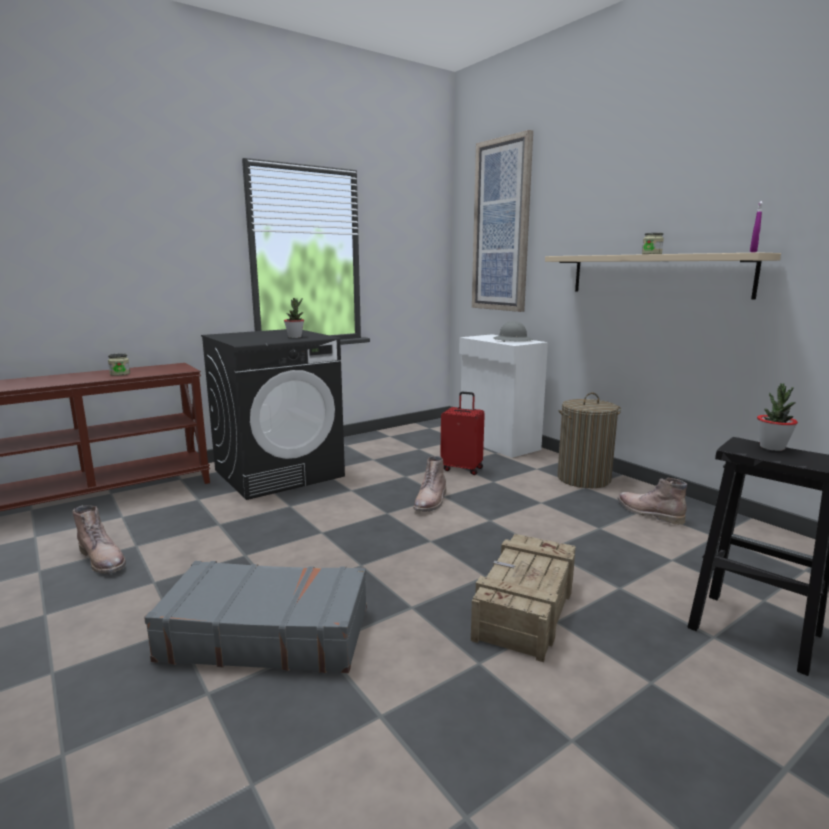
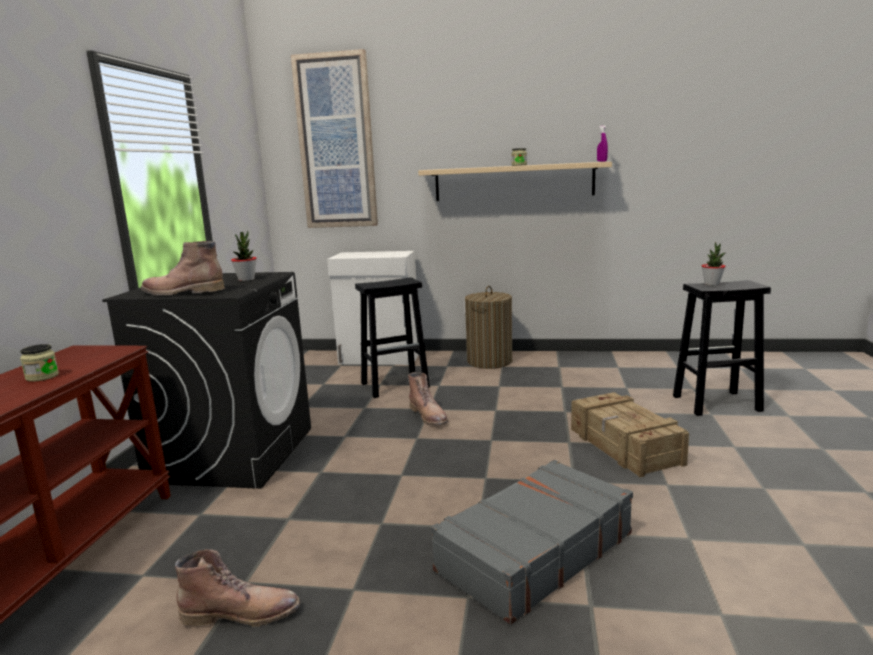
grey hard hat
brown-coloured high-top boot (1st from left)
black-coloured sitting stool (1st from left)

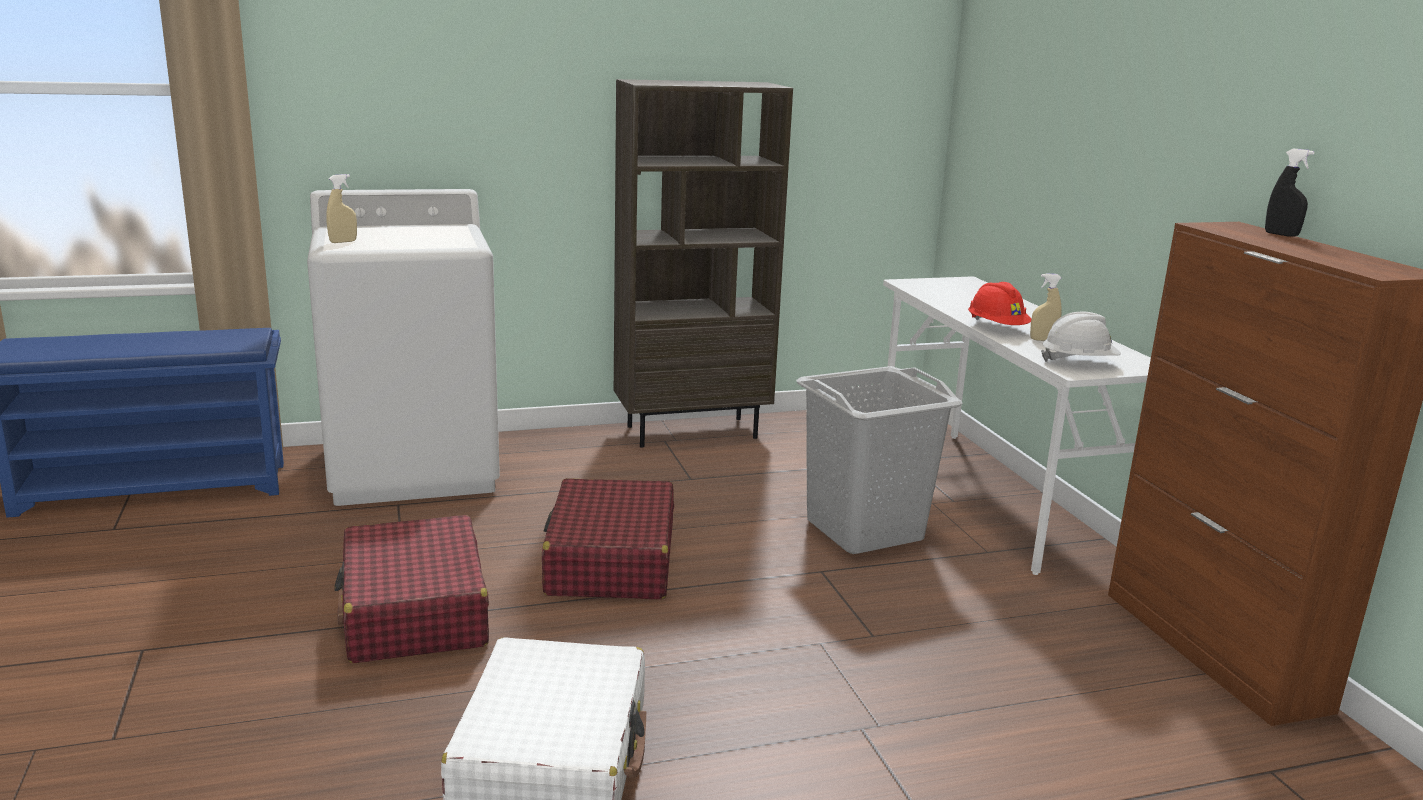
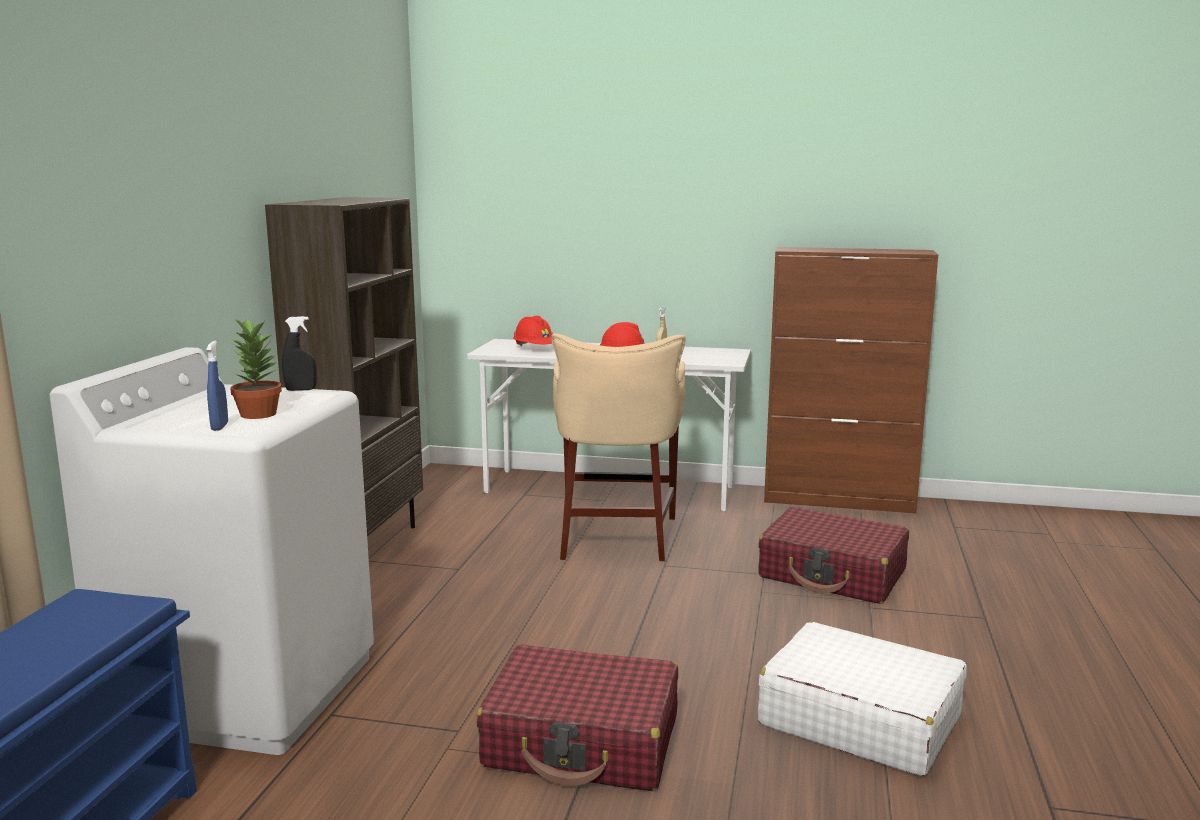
white-coloured hard hat
houseplant
red hard hat (1st from left)
red travel case (2nd from left)
black-coloured sprayer
beige sitting stool
blue-coloured sprayer

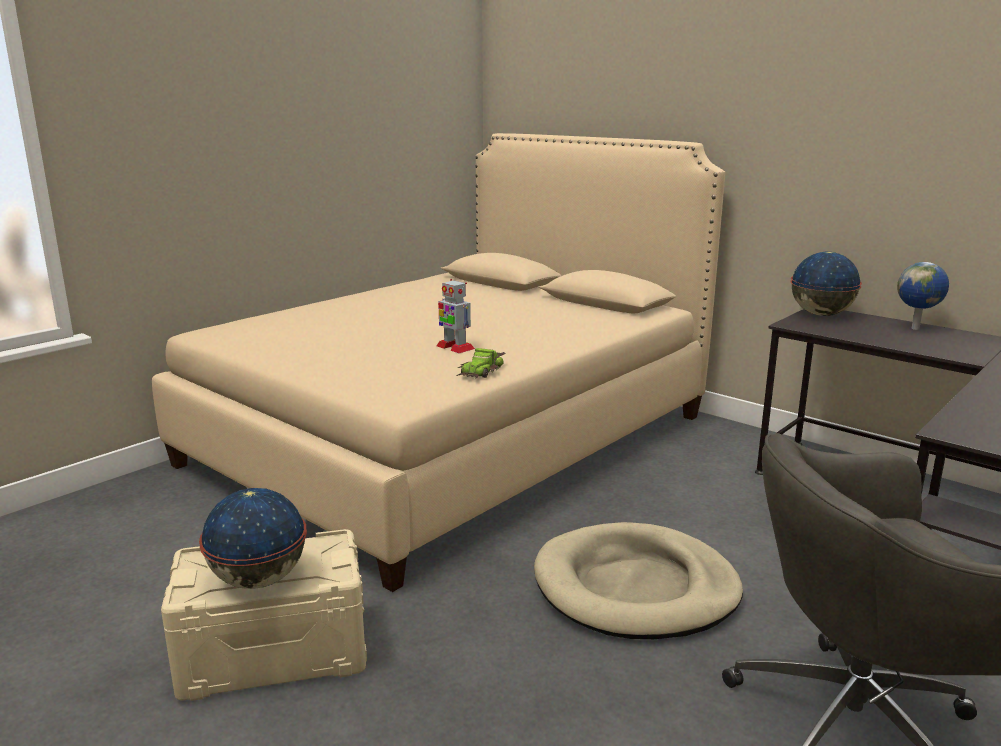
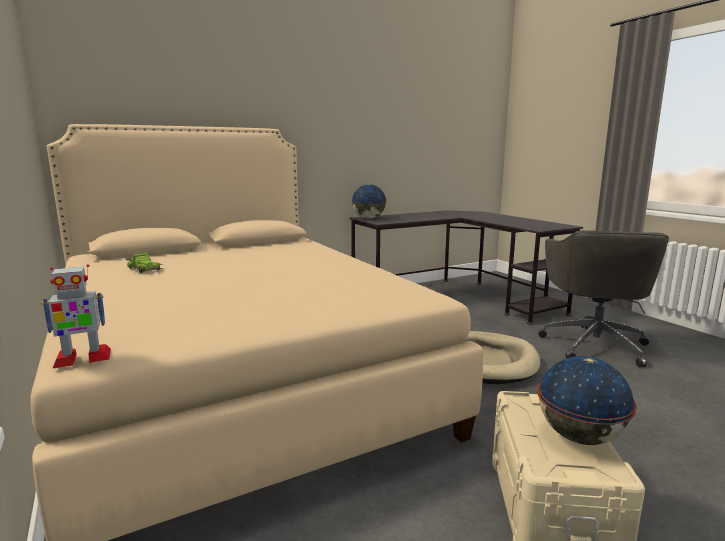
globe (3rd from left in the first image)
toy robot
miniature car

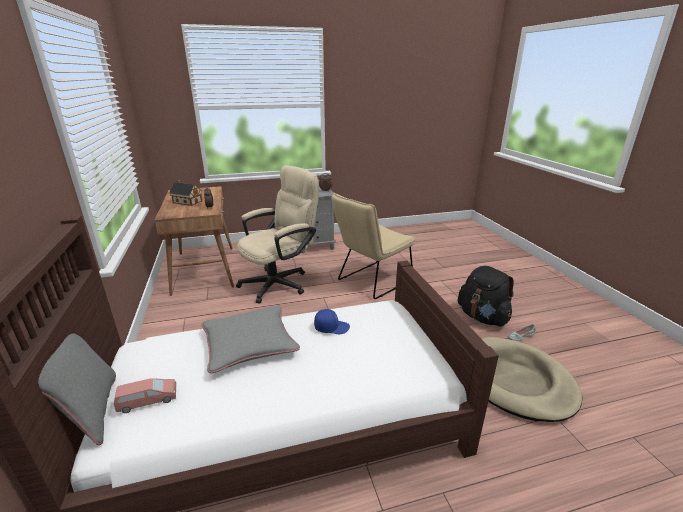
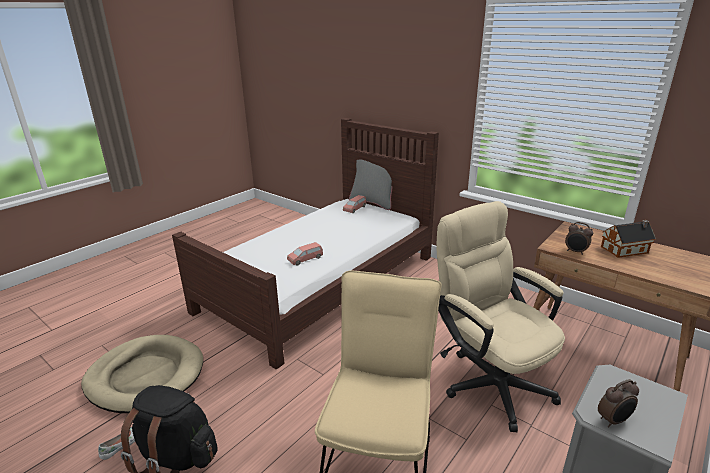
grey pillow (2nd from left in the first image)
pink-coloured miniature car (1st from left)
beige office chair

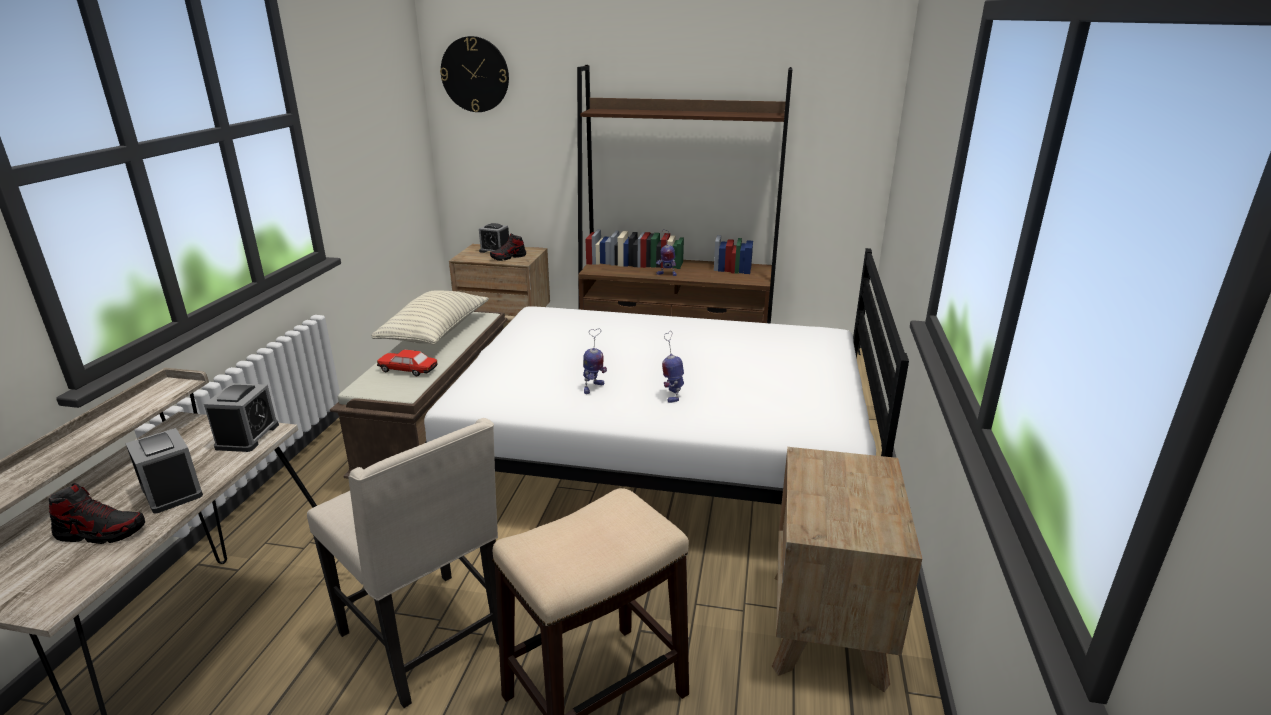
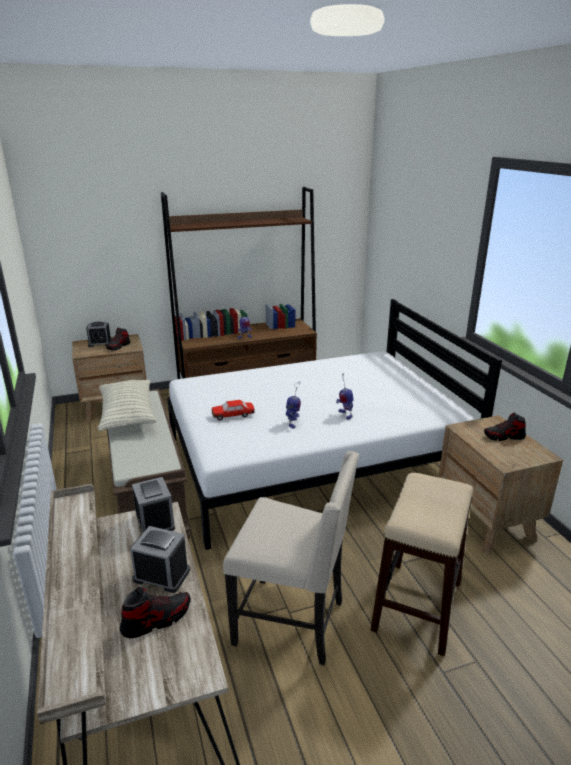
wall clock
shoe (3rd from left)
miniature car

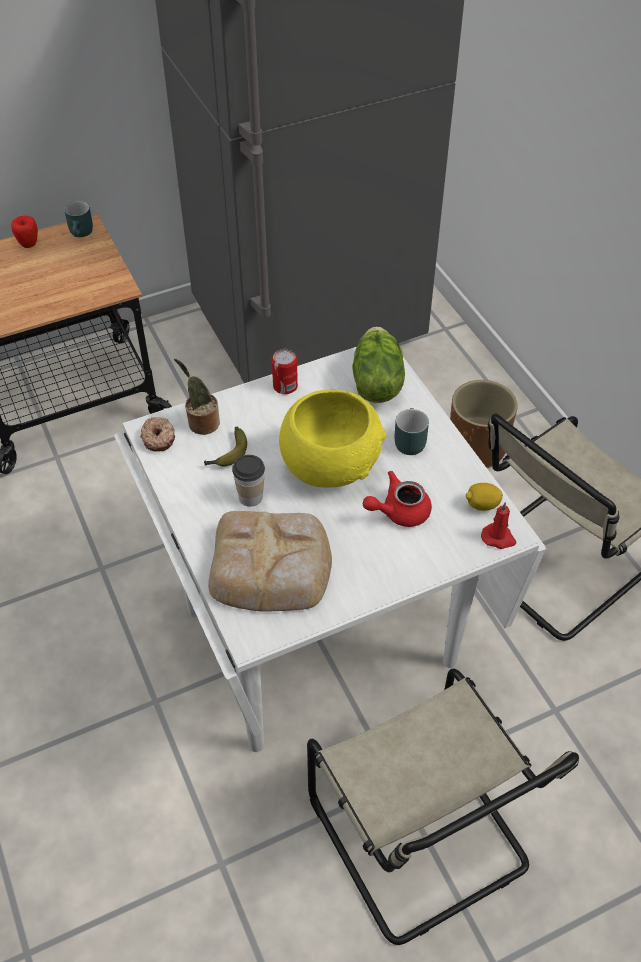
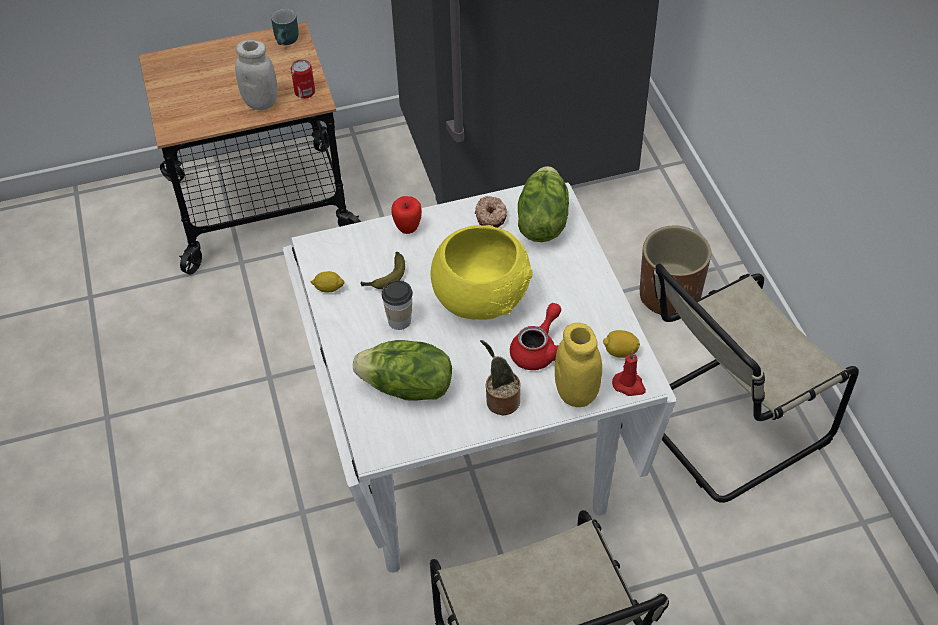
turquoise tea mug (2nd from left in the first image)
white-coloured storage jar
citrus fruit (1st from left)
yellowish storage jar
apple
doughnut
houseplant
can
lettuce head (1st from left)
red pot for tea

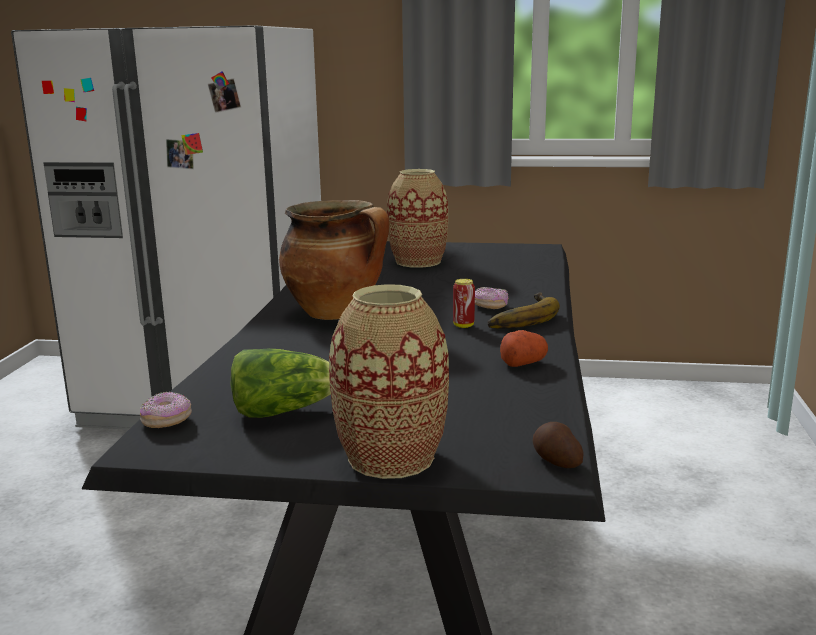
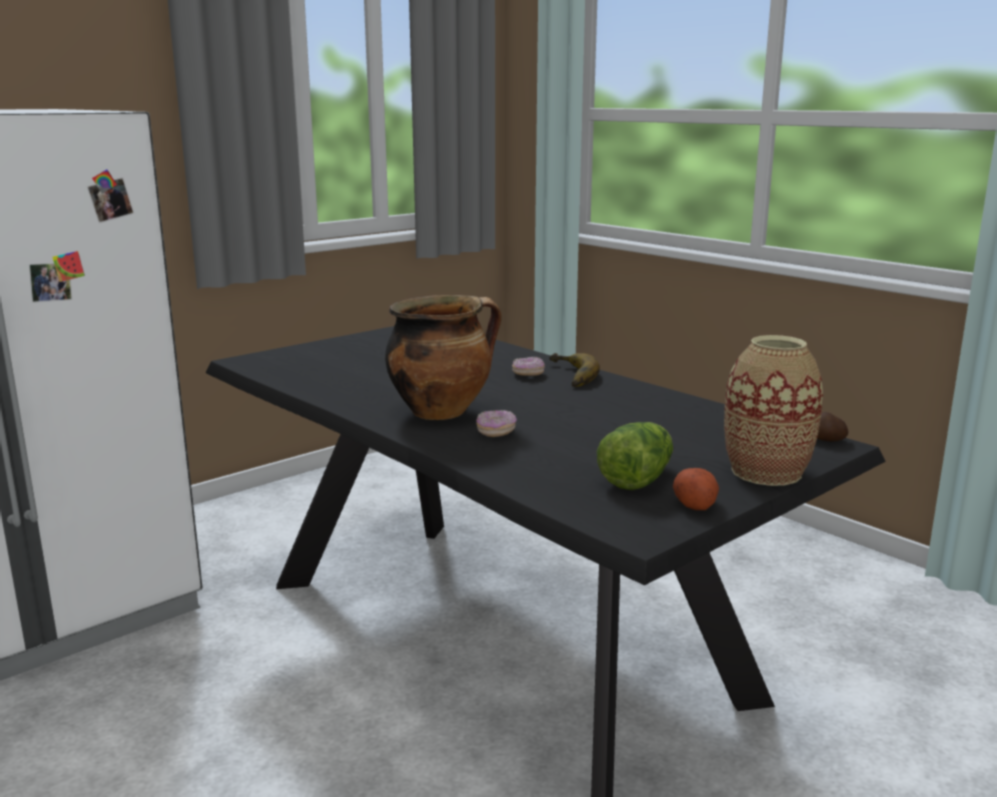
vase (2nd from left in the first image)
can
doughnut (1st from left)
spud (1st from left)

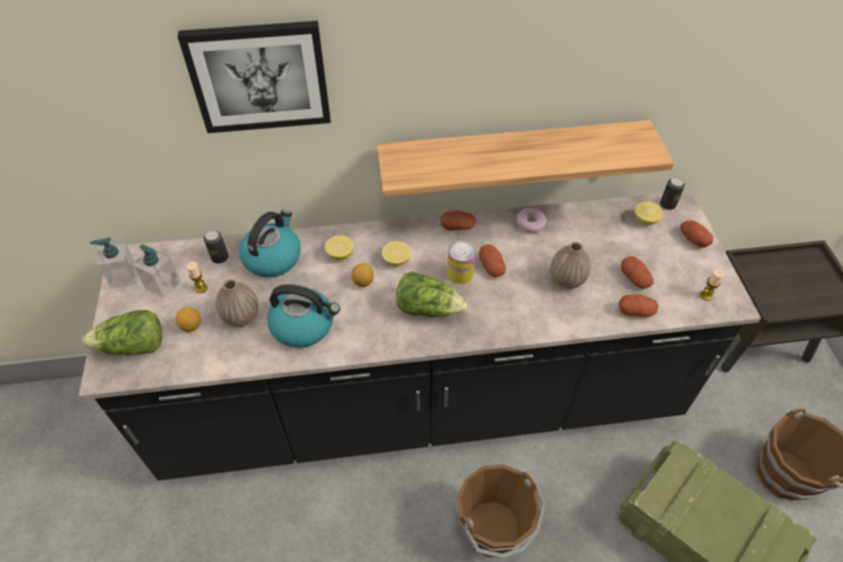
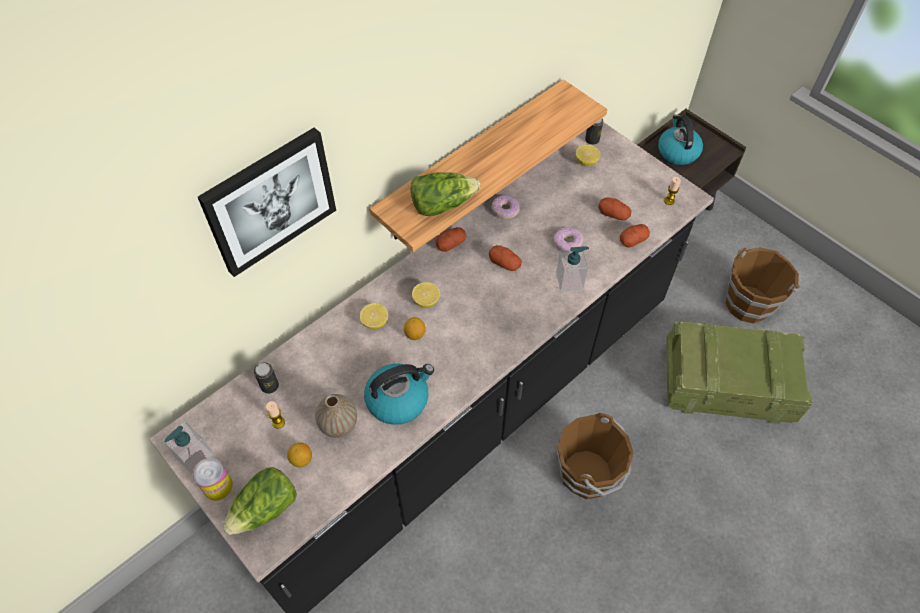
spud (5th from left in the first image)
soap bottle (2nd from left)
water kettle (2nd from left)
lettuce head (2nd from left)
can (1st from left)
doughnut (2nd from left)

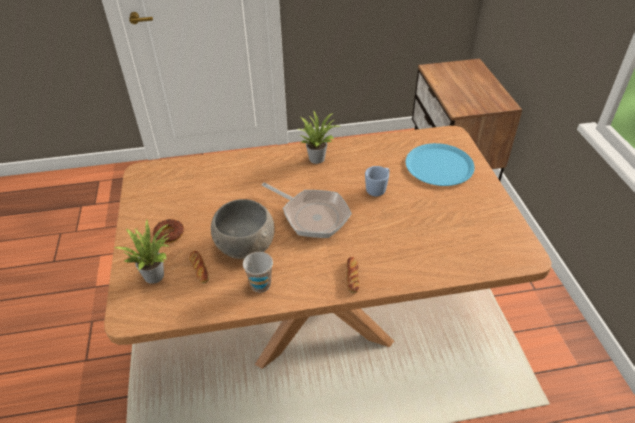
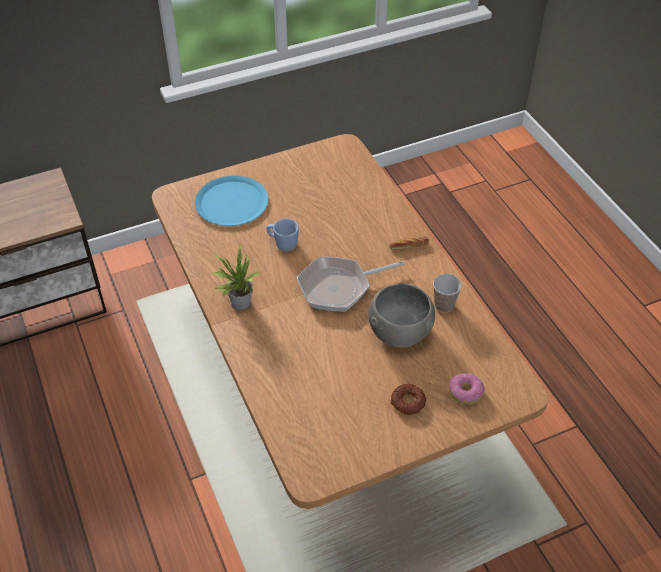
bread (1st from left in the first image)
doughnut (2nd from left)
pan

